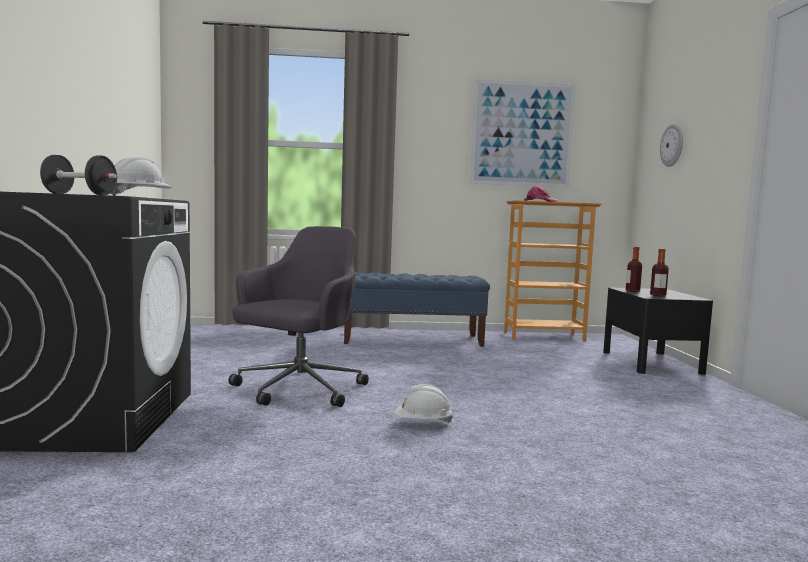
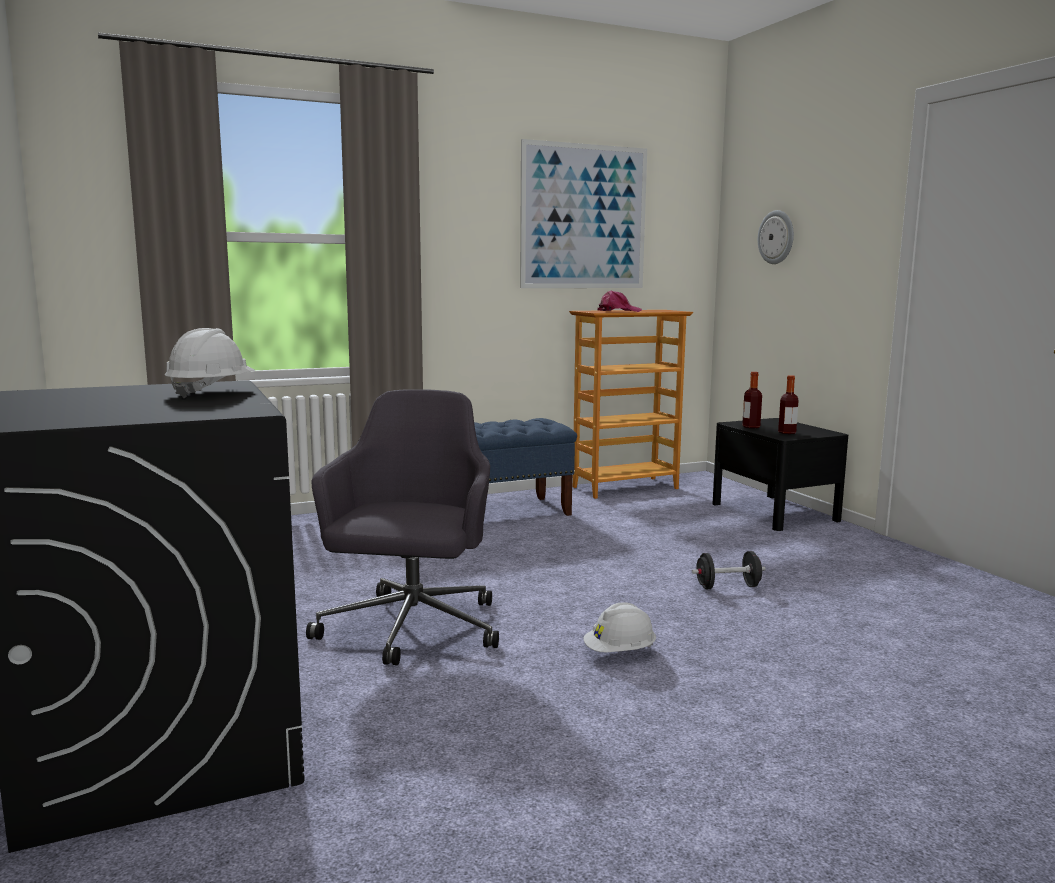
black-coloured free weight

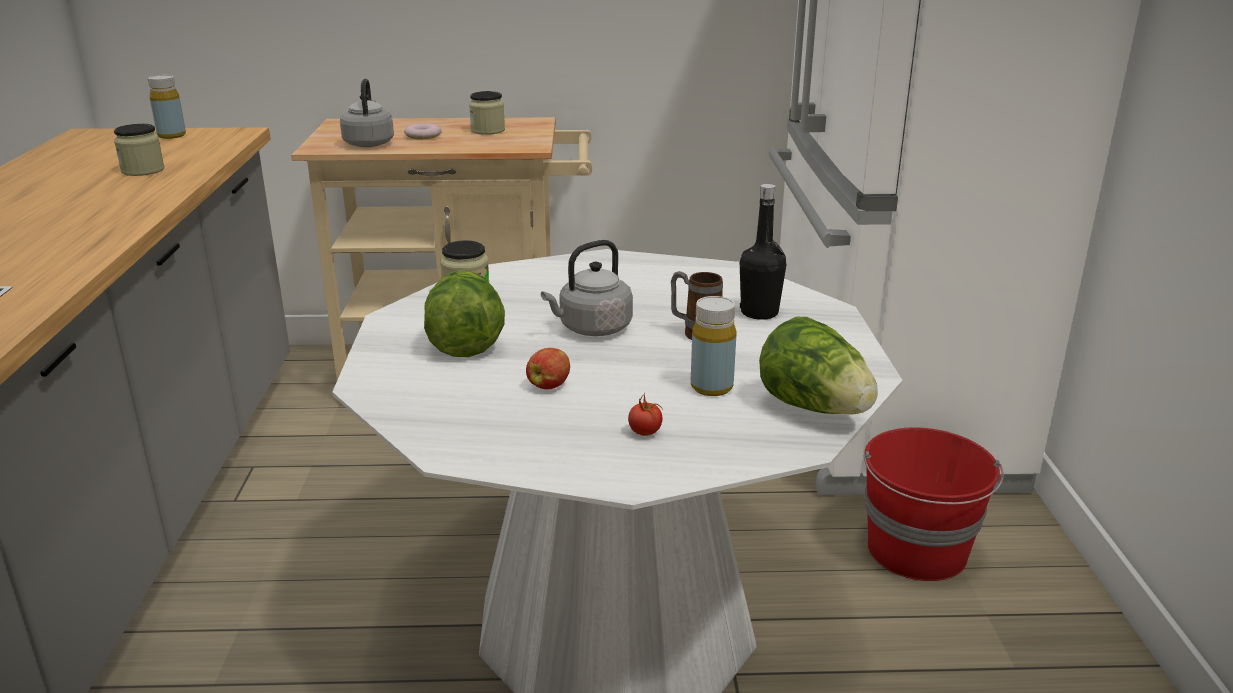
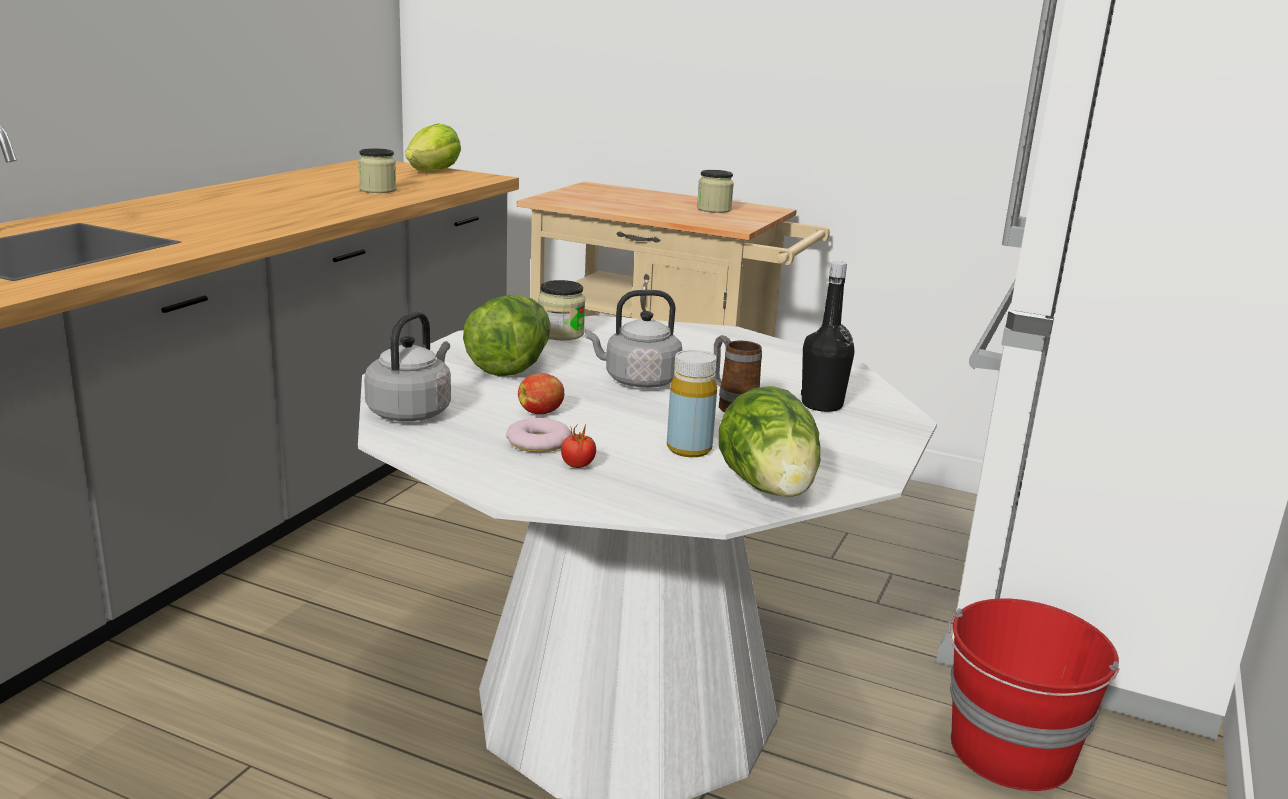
grey water kettle (1st from left)
doughnut
lettuce head (1st from left)

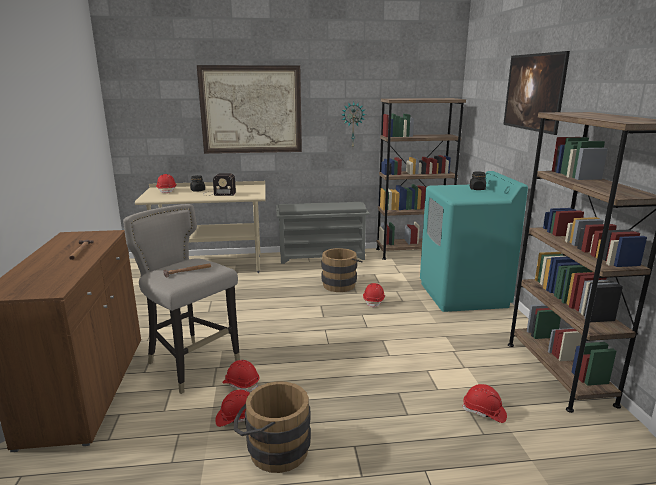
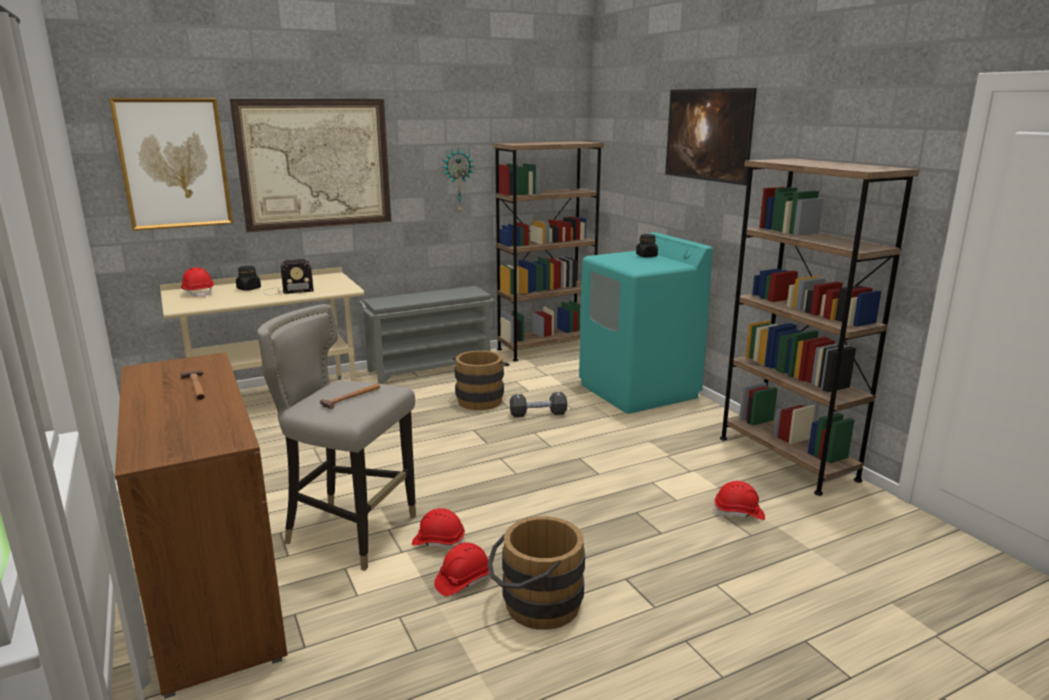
wall picture (1st from left)
black-coloured free weight

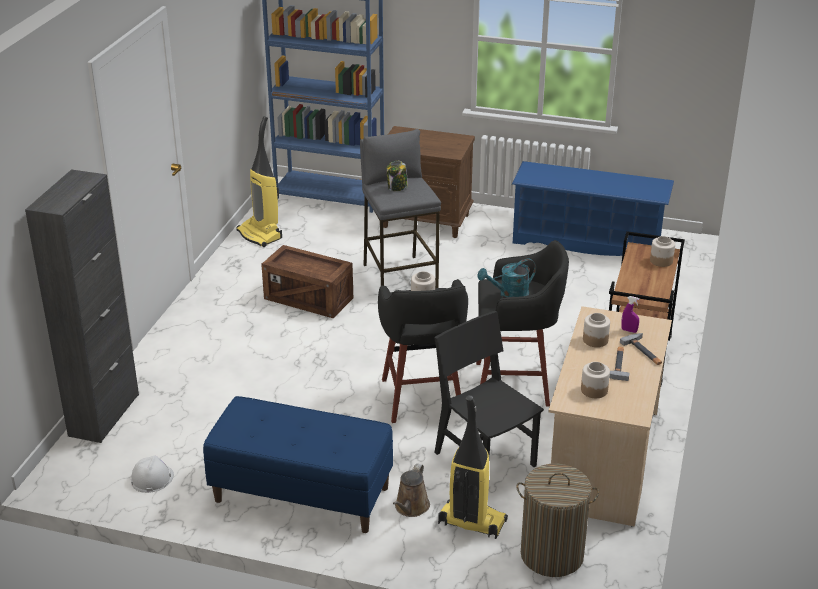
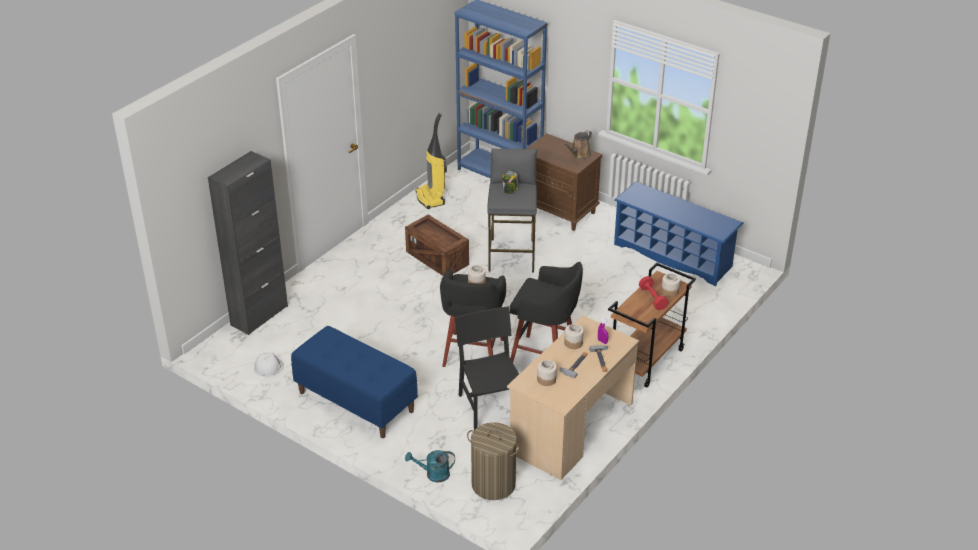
vacuum (2nd from left in the first image)
red free weight
brown-coloured sprinkling can
turquoise sprinkling can

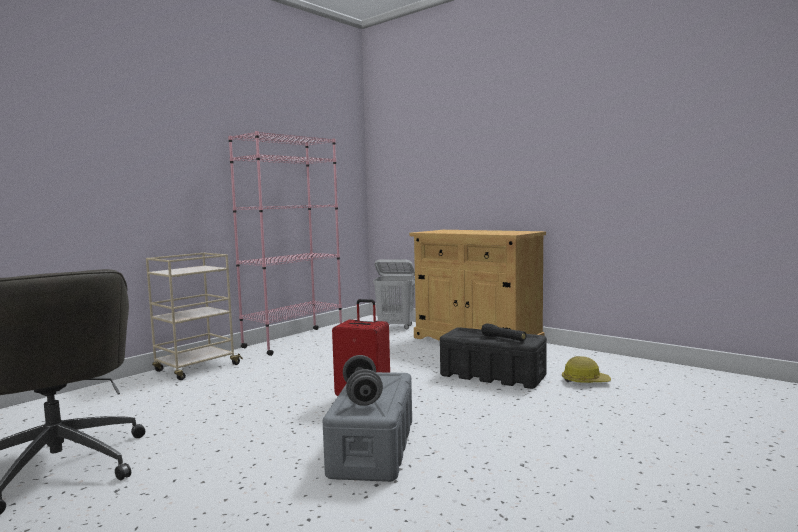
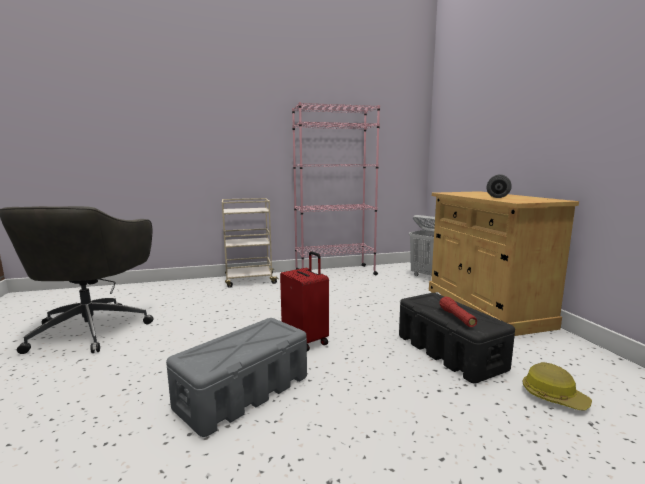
grey free weight
red torch

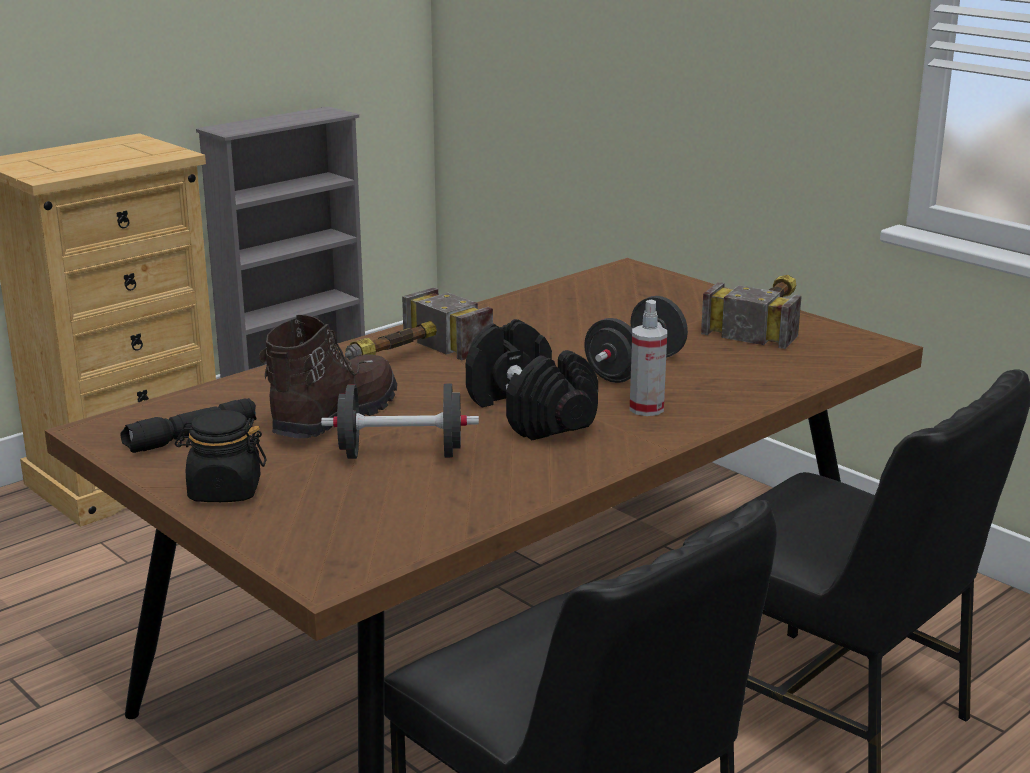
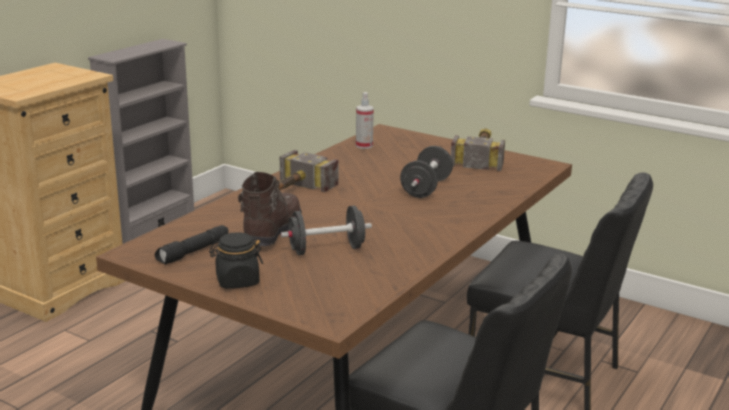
black-coloured free weight (2nd from left in the first image)
sprayer

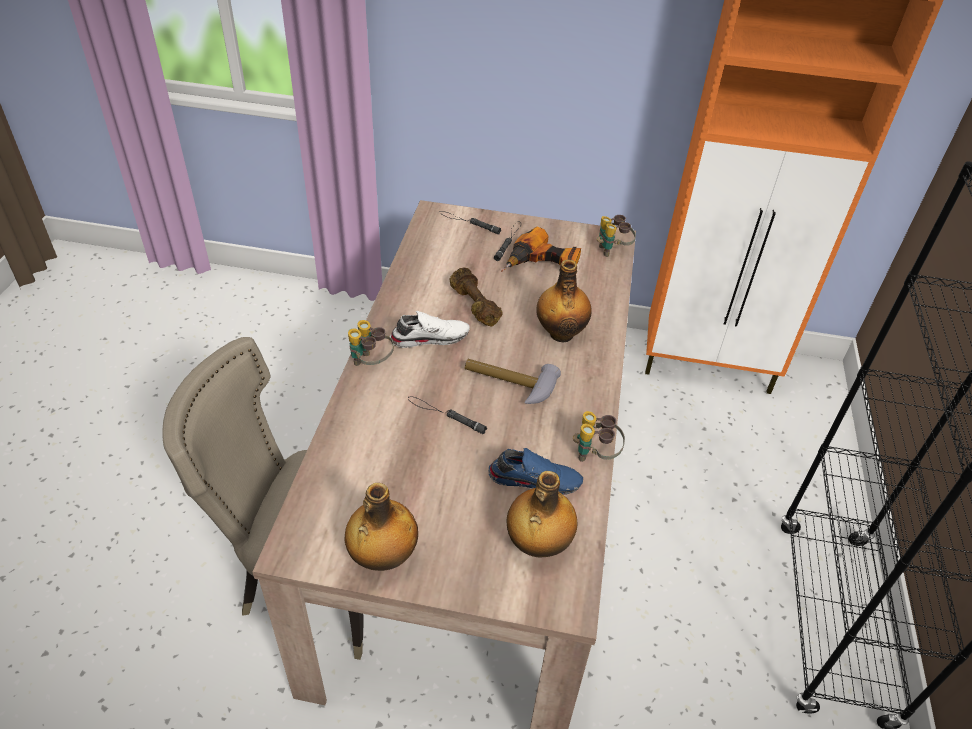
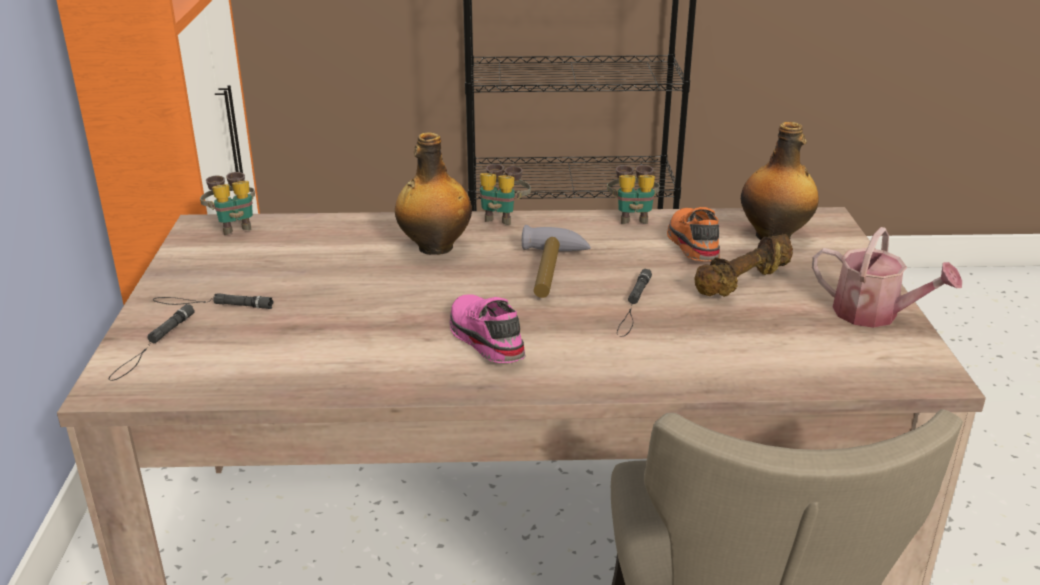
electric drill
binoculars (2nd from left)
brown-coloured free weight
sprinkling can
pink-coloured shoe
orange-coloured shoe

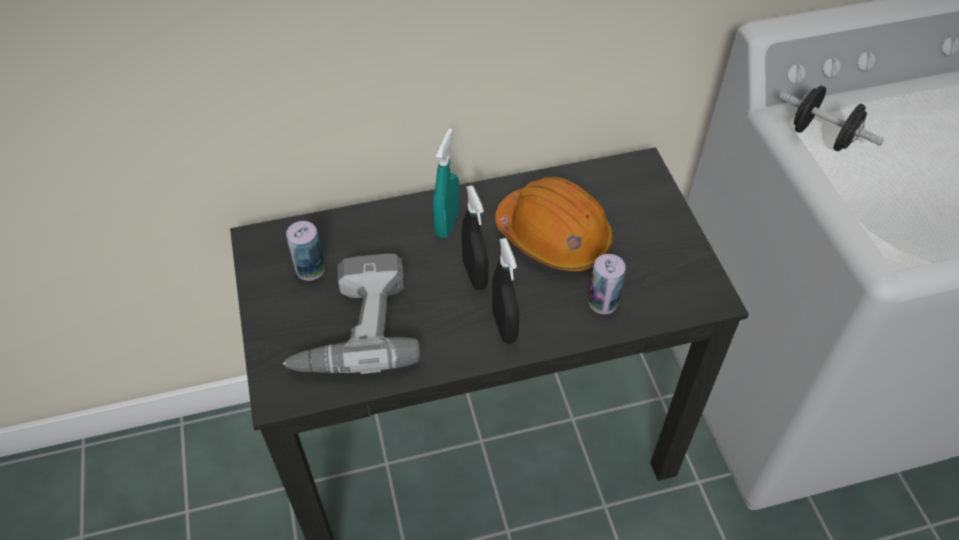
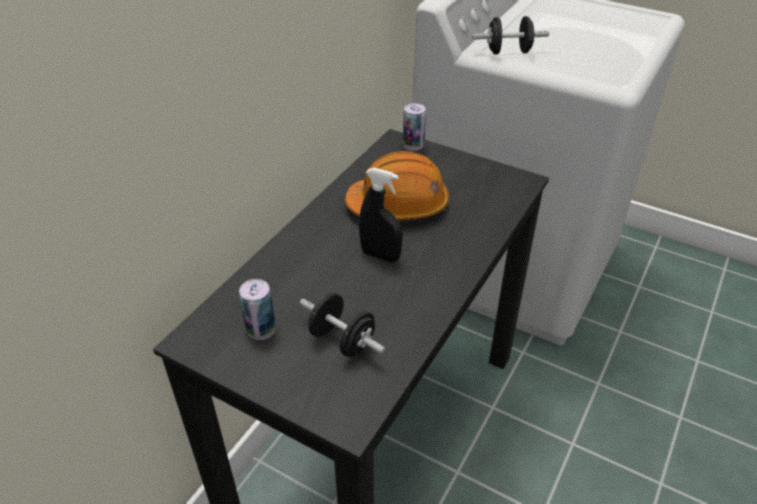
turquoise sprayer
black-coloured sprayer (2nd from left in the first image)
can (2nd from left)
black-coloured free weight (1st from left)

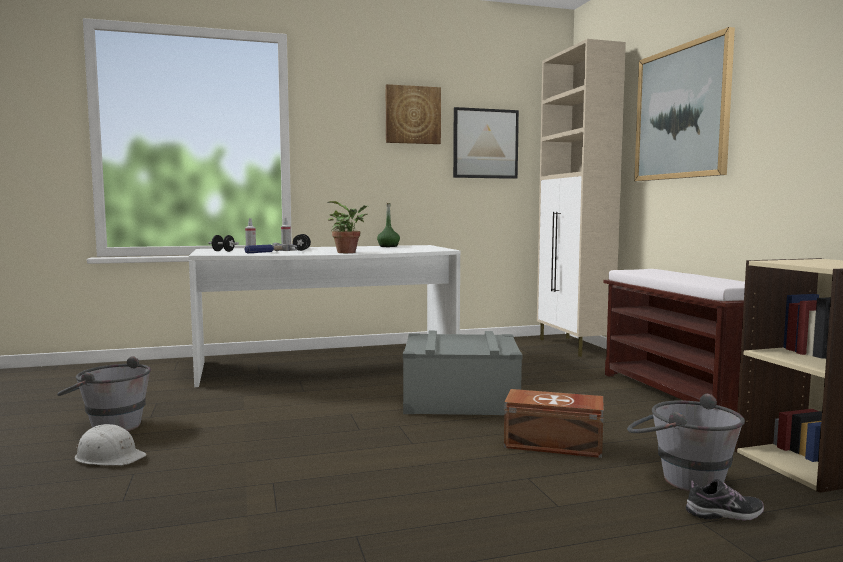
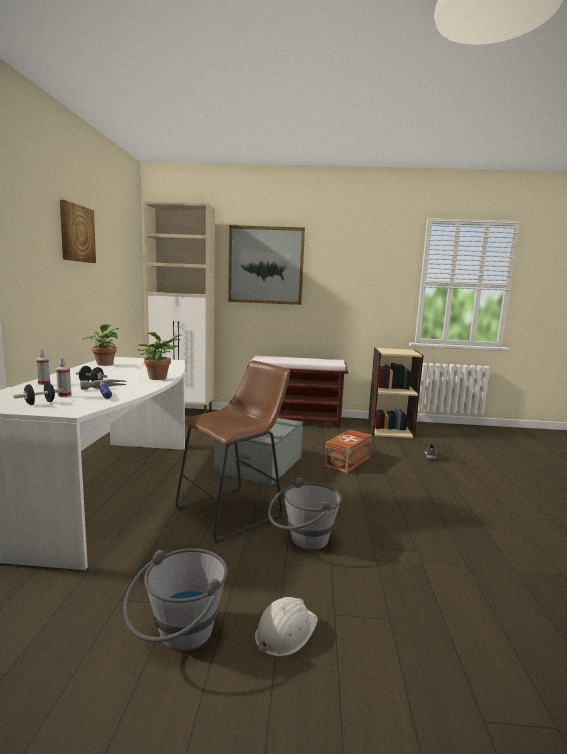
wall picture (2nd from left in the first image)
brown-coloured sitting stool
grey pail (2nd from left)
houseplant (1st from left)

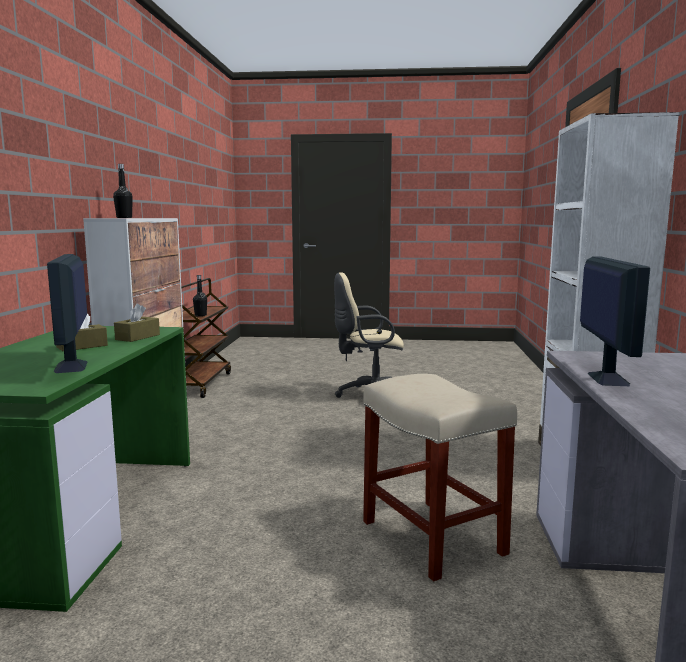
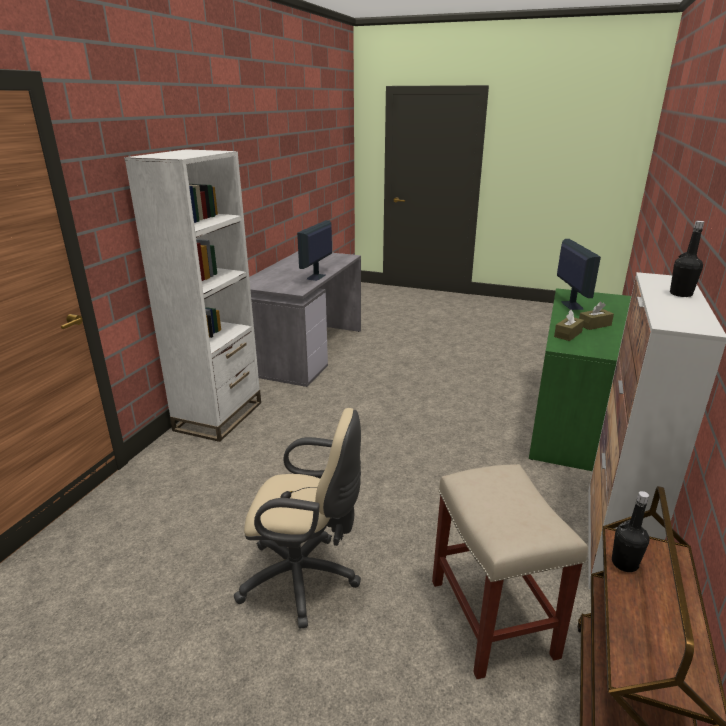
beige sitting stool

